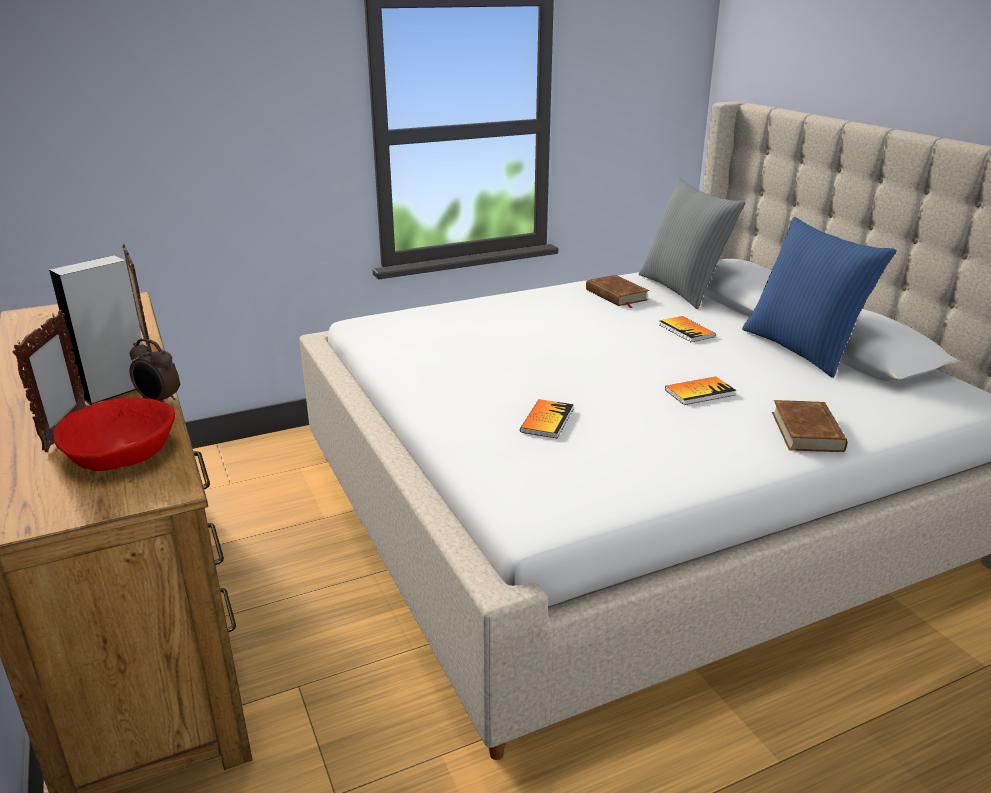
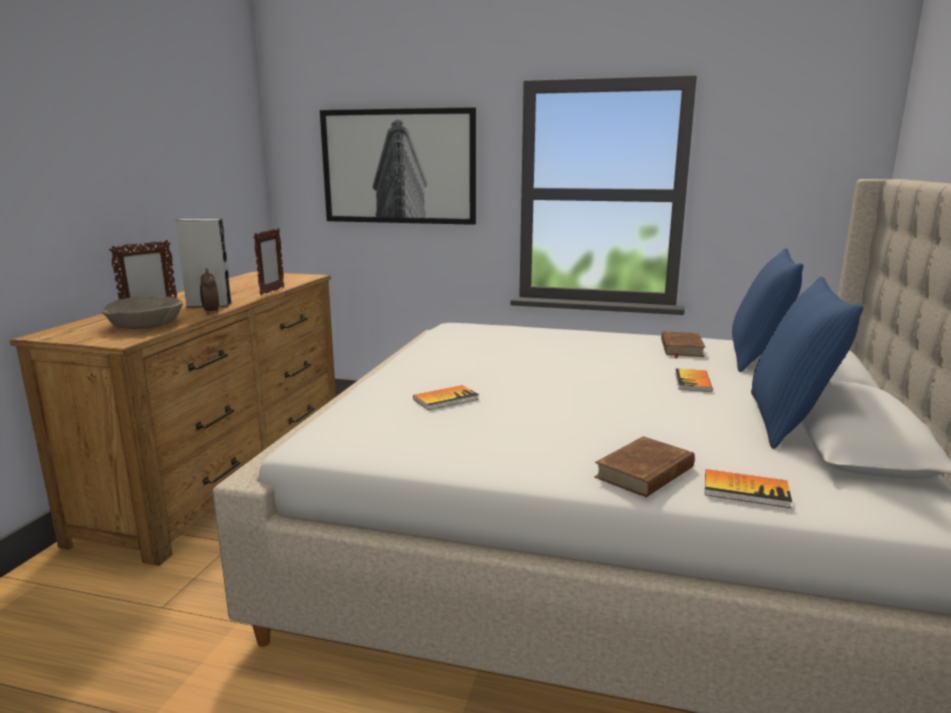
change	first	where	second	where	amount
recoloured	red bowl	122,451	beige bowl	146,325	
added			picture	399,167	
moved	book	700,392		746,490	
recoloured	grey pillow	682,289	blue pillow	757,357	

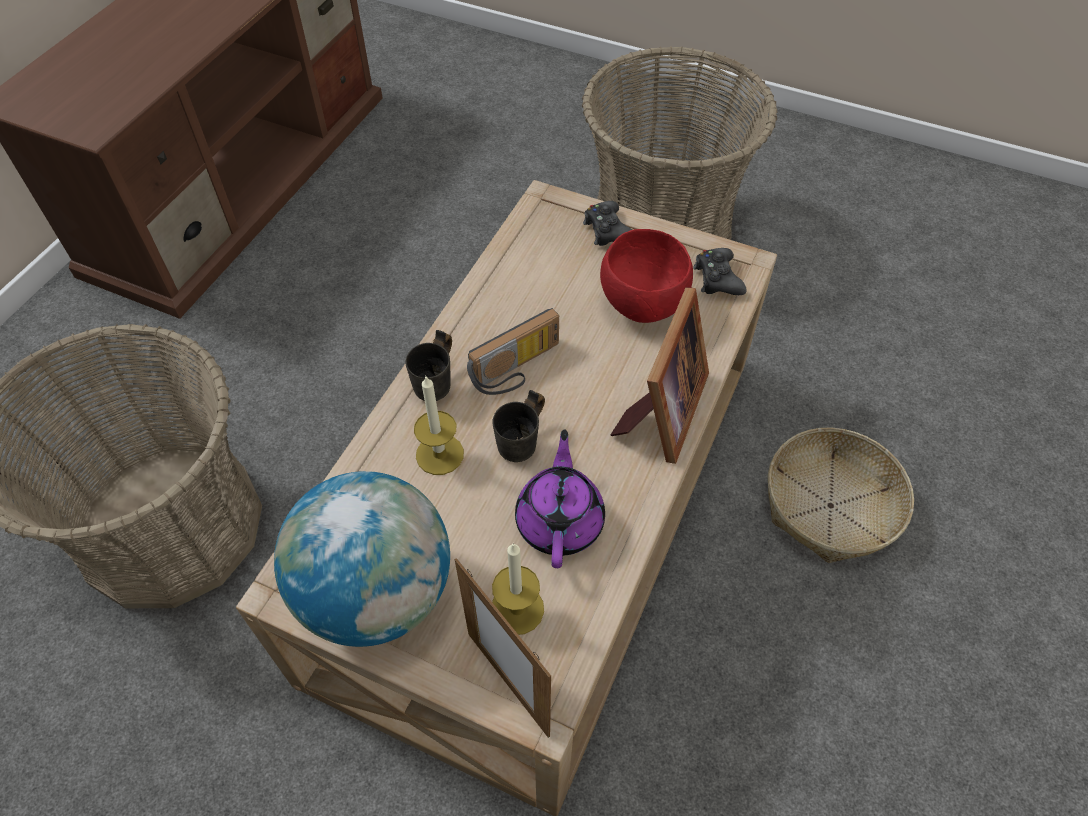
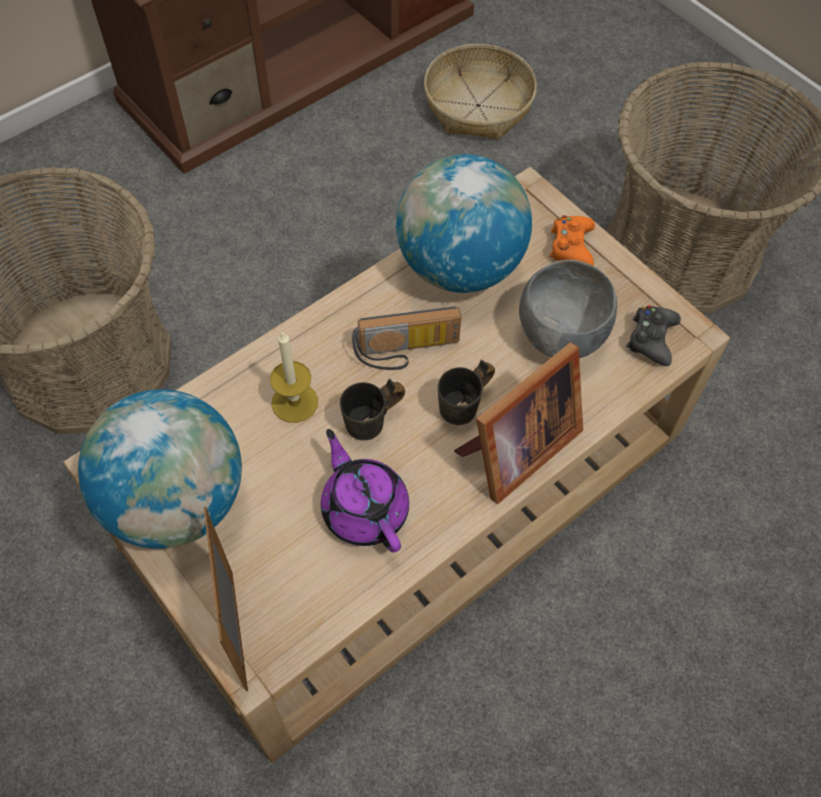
change	first	where	second	where	amount
turned	purple teapot	560,520		364,509	60 degrees counterclockwise
added			globe	459,267	
moved	basket	829,505		477,105	
moved	grey mug	440,383		467,408	
recoloured	red bowl	641,305	grey bowl	560,336	
recoloured	black game controller	607,230	orange game controller	571,246	
removed	candle	517,609			

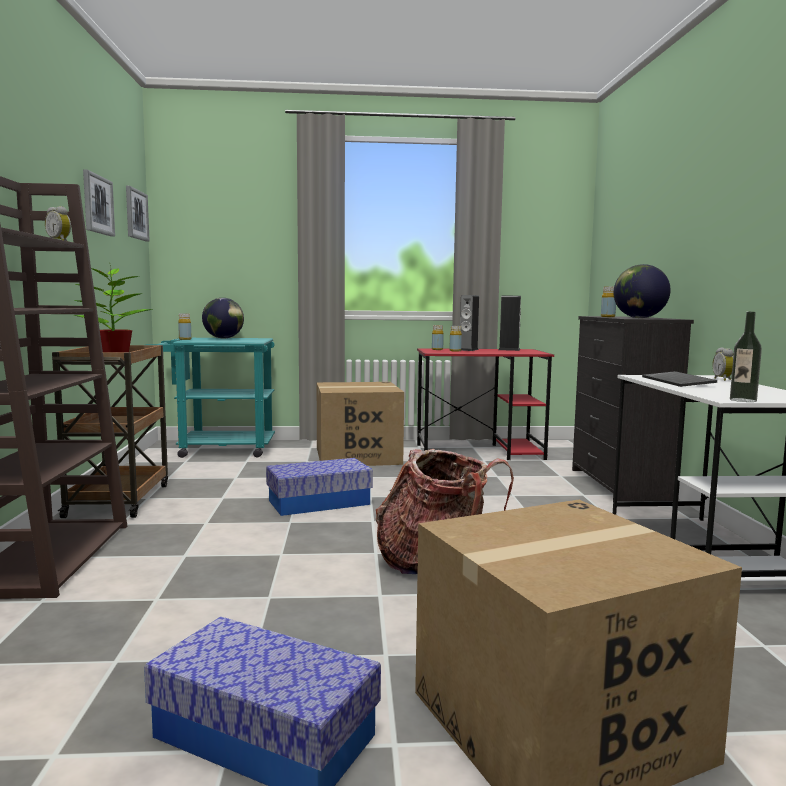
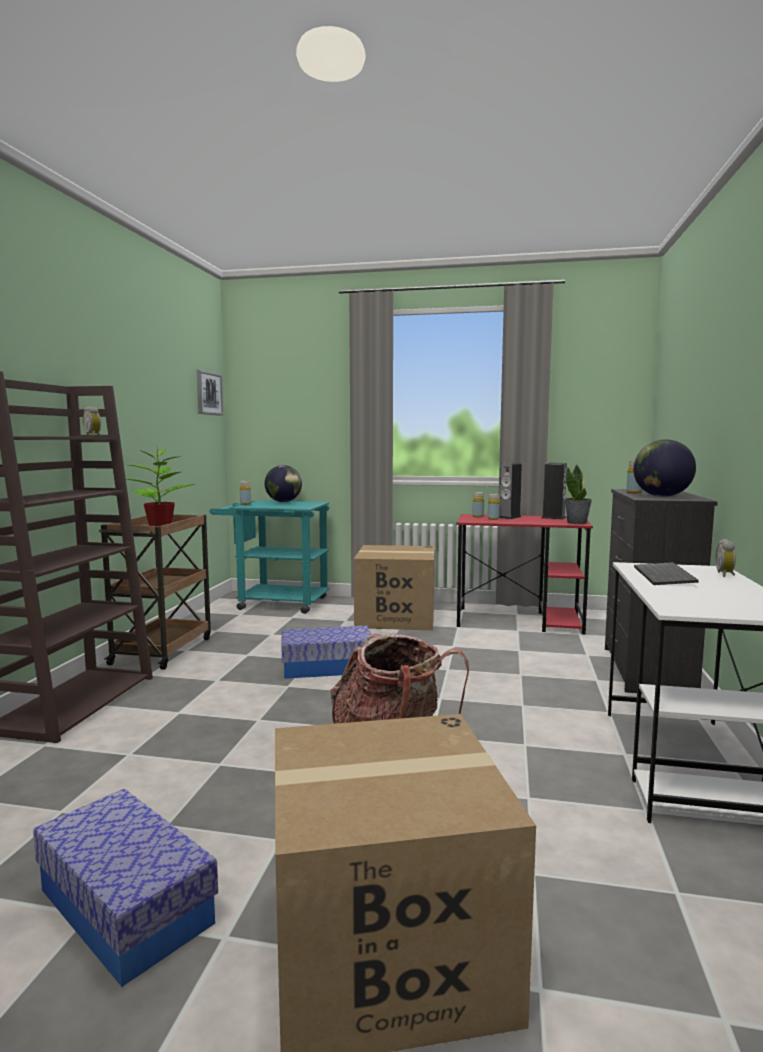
change	first	where	second	where	amount
added			potted plant	577,523	
removed	picture	97,204			
removed	bottle	743,400			

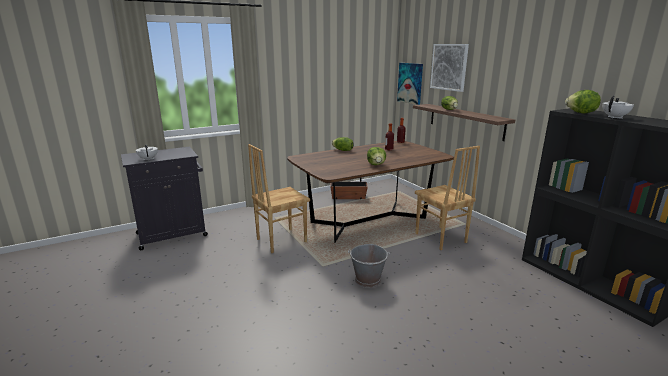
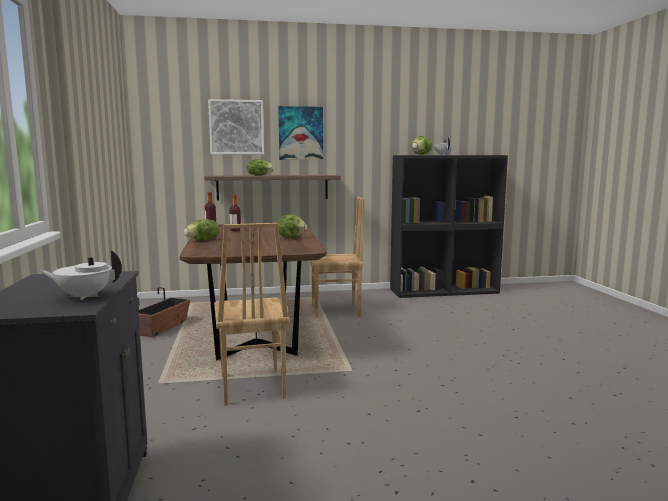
change	first	where	second	where	amount
moved	picture	410,83		300,133	
removed	grey bucket	368,280			

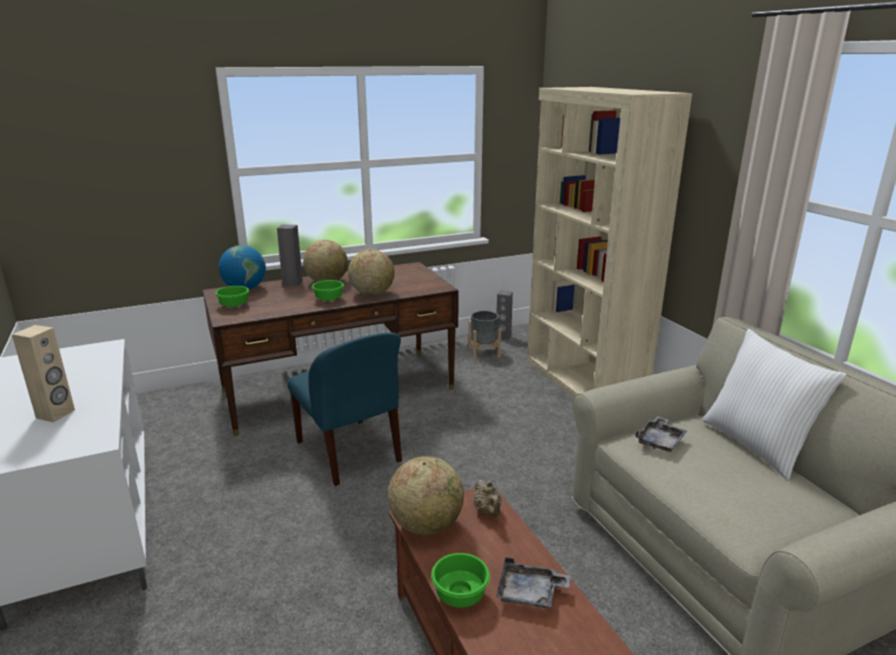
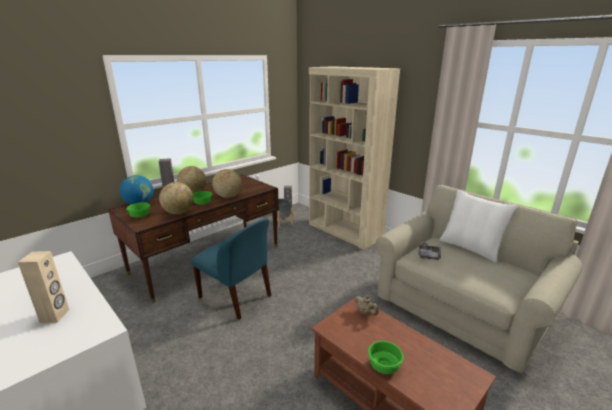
change	first	where	second	where	amount
moved	globe	426,524		178,212	
removed	grey tray	529,593			

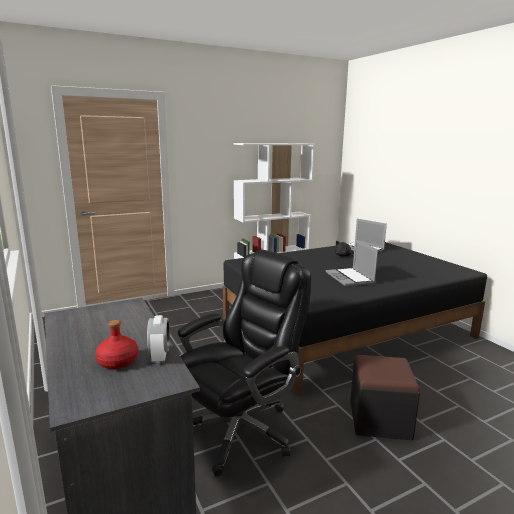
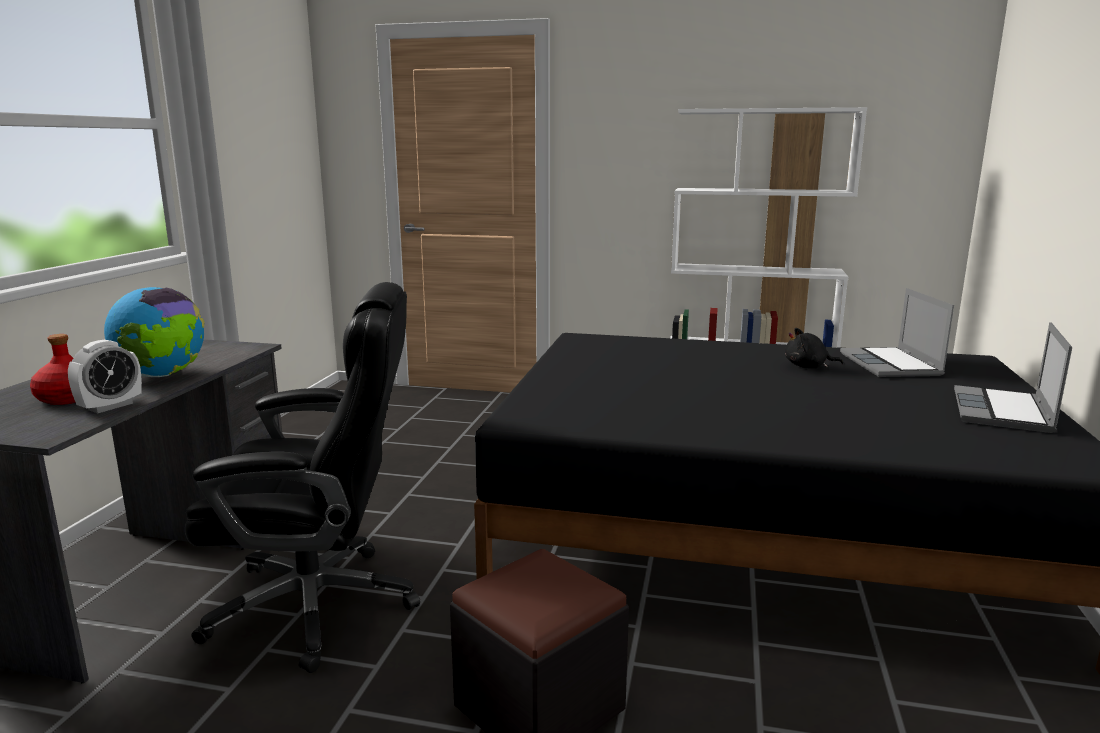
change	first	where	second	where	amount
added			globe	162,375	
moved	laptop	350,278		1003,412	

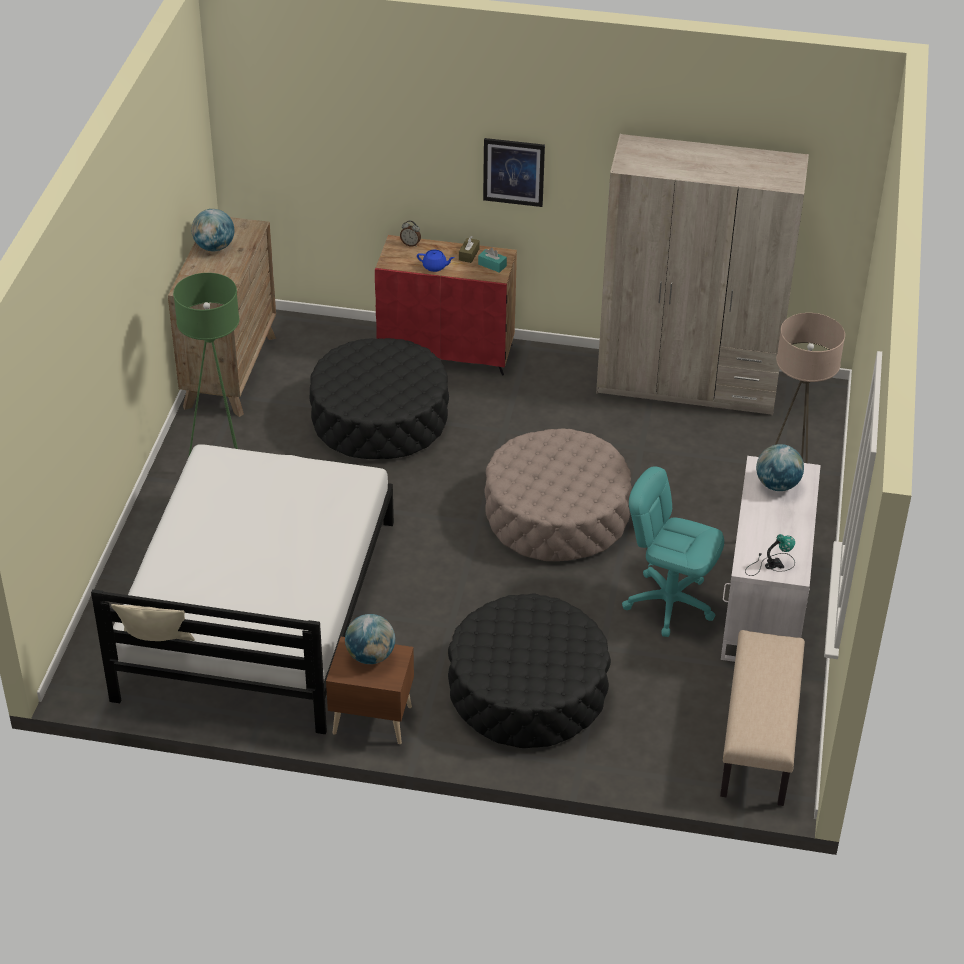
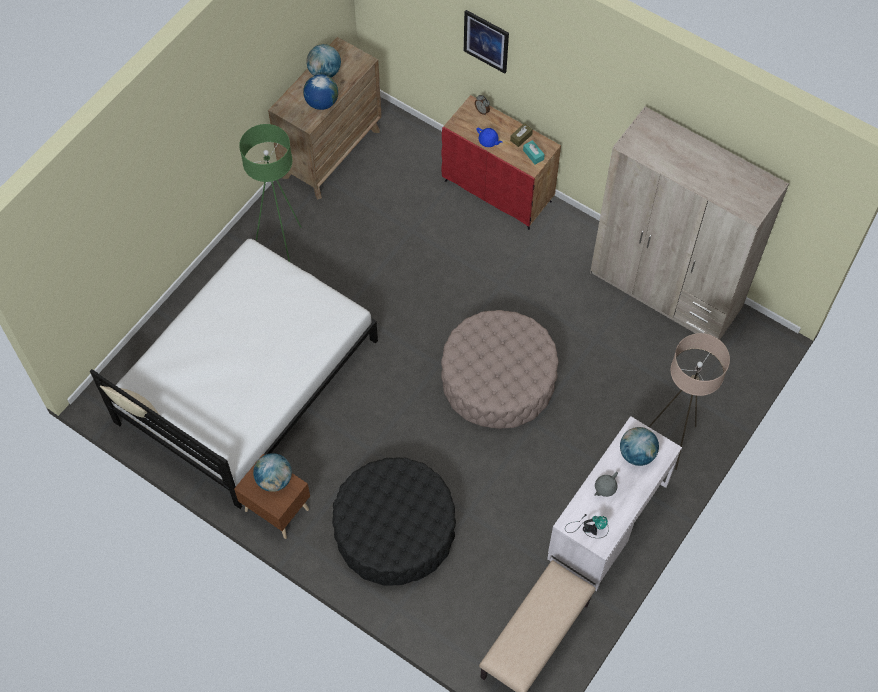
change	first	where	second	where	amount
added			globe	322,102	
moved	picture	513,171		486,41	
added			grey teapot	605,488	
removed	black ottoman	379,419			
removed	turquoise office chair	669,603			

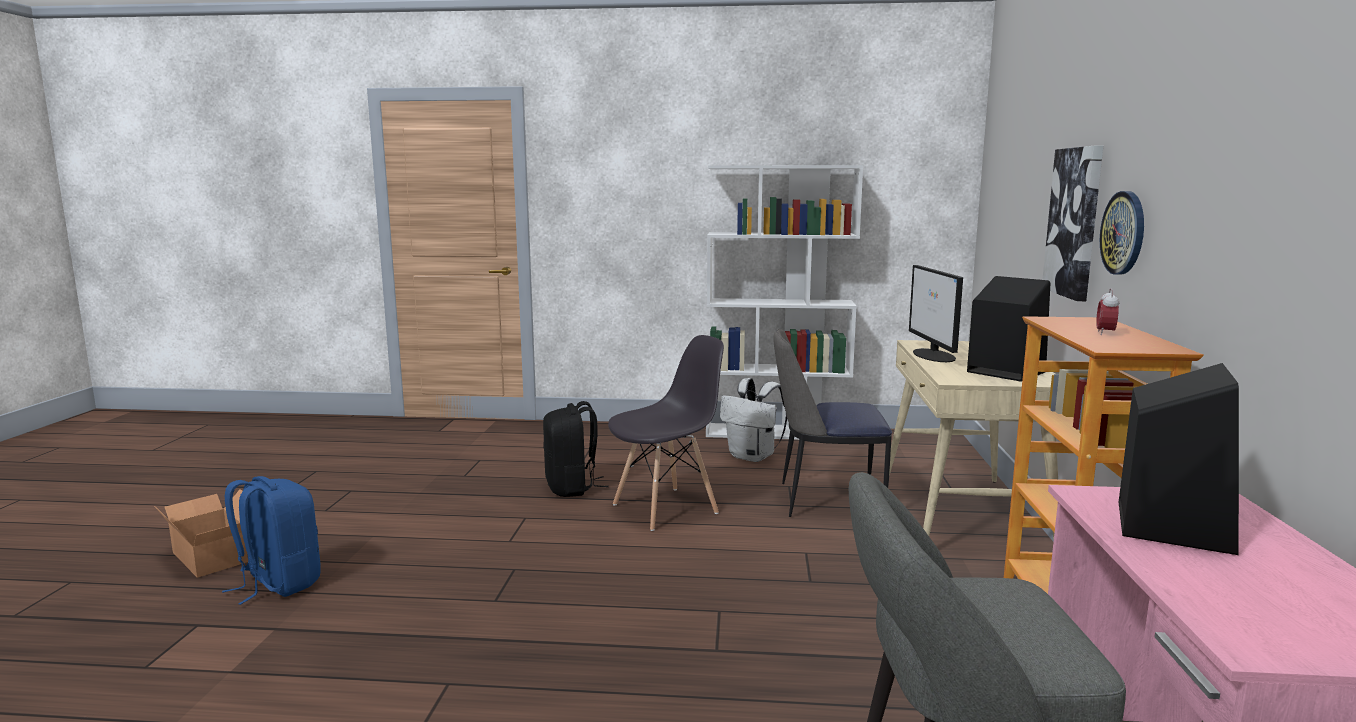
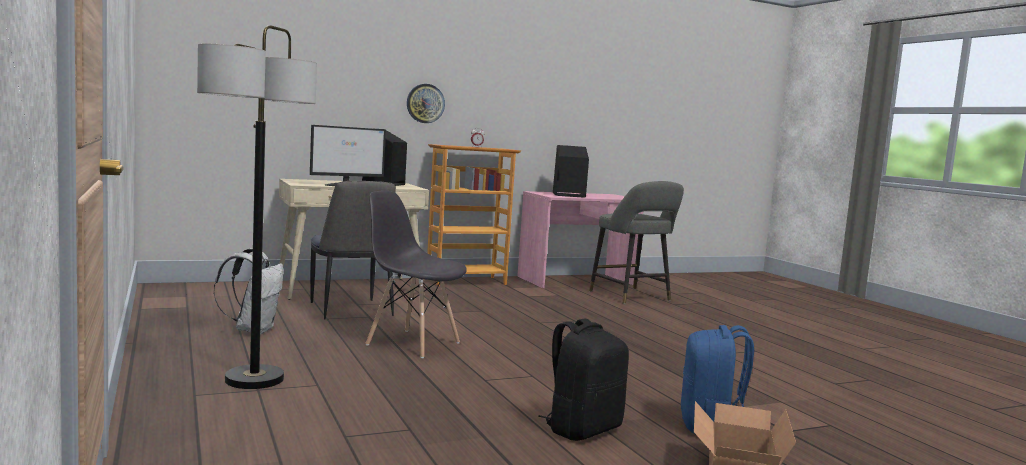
change	first	where	second	where	amount
added			floor lamp	254,379	
moved	black backpack	572,488		582,429	
removed	white bookcase	777,432			
removed	picture	1075,222			

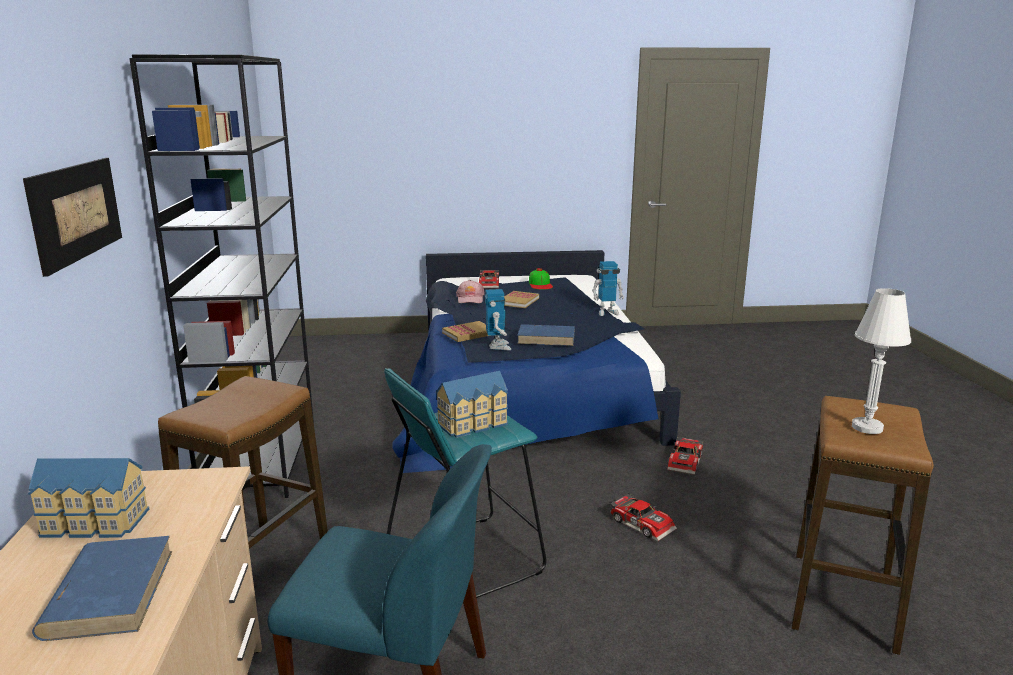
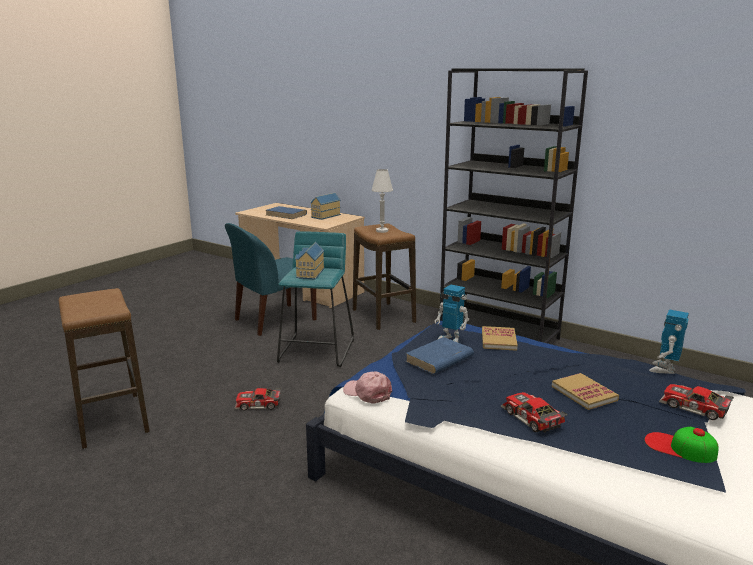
change	first	where	second	where	amount
moved	pink cap	470,299		368,393	
moved	white table lamp	867,427		382,231	
moved	toy car	686,462		530,419	
moved	toy robot	607,312		664,369	
removed	picture	76,211			

